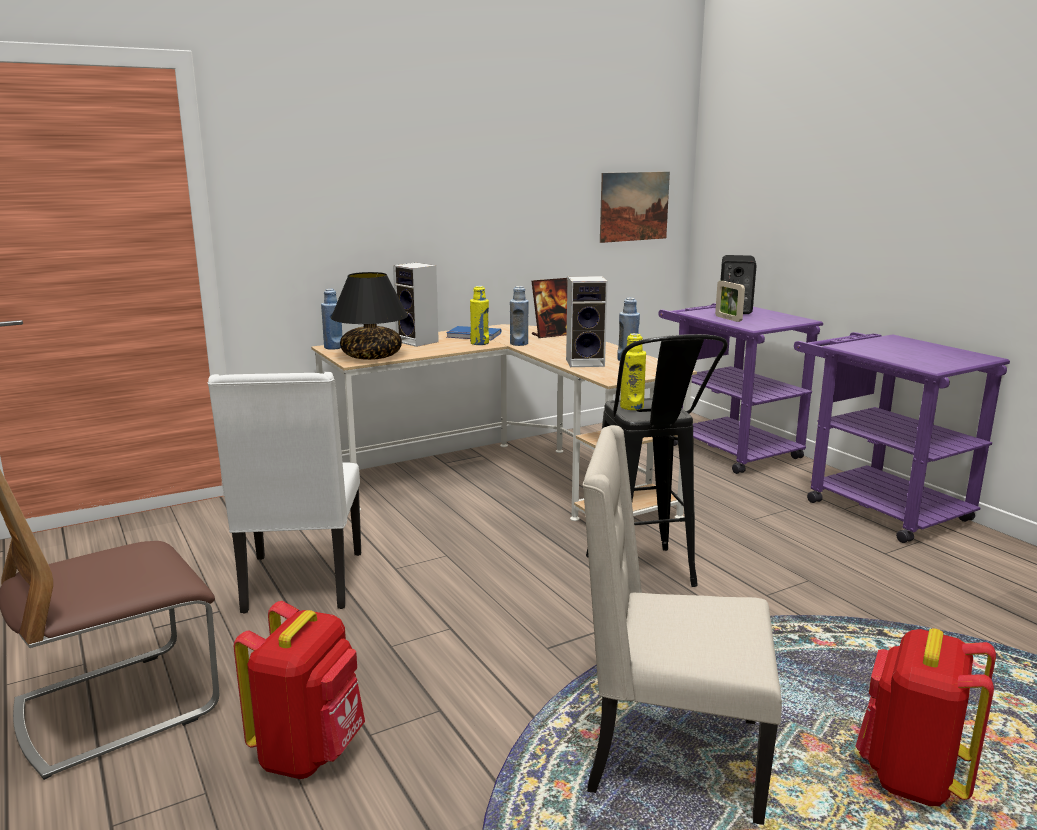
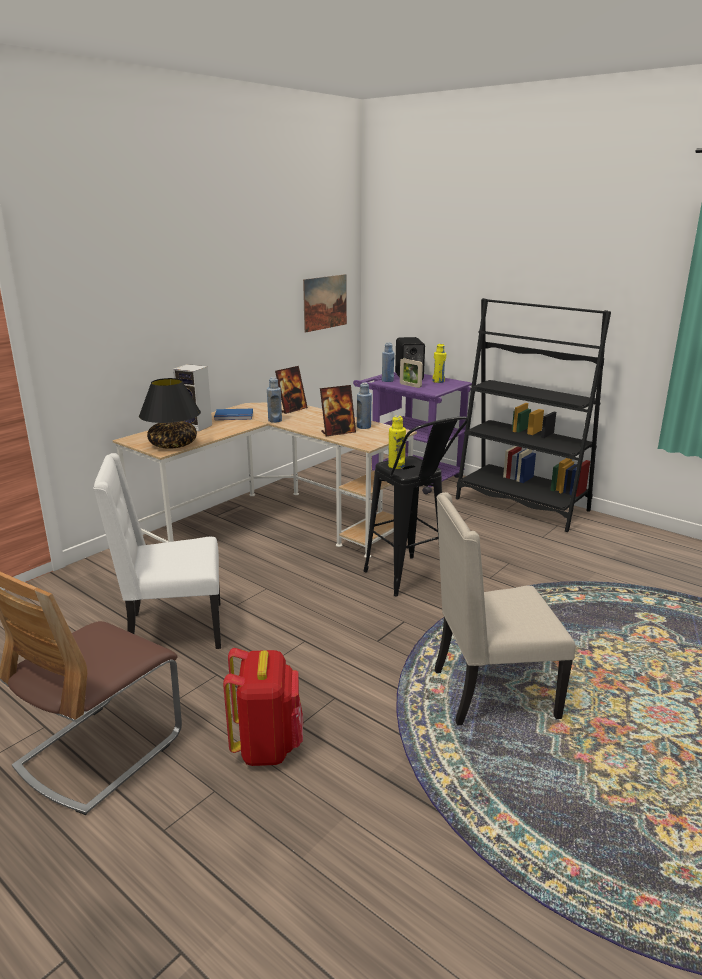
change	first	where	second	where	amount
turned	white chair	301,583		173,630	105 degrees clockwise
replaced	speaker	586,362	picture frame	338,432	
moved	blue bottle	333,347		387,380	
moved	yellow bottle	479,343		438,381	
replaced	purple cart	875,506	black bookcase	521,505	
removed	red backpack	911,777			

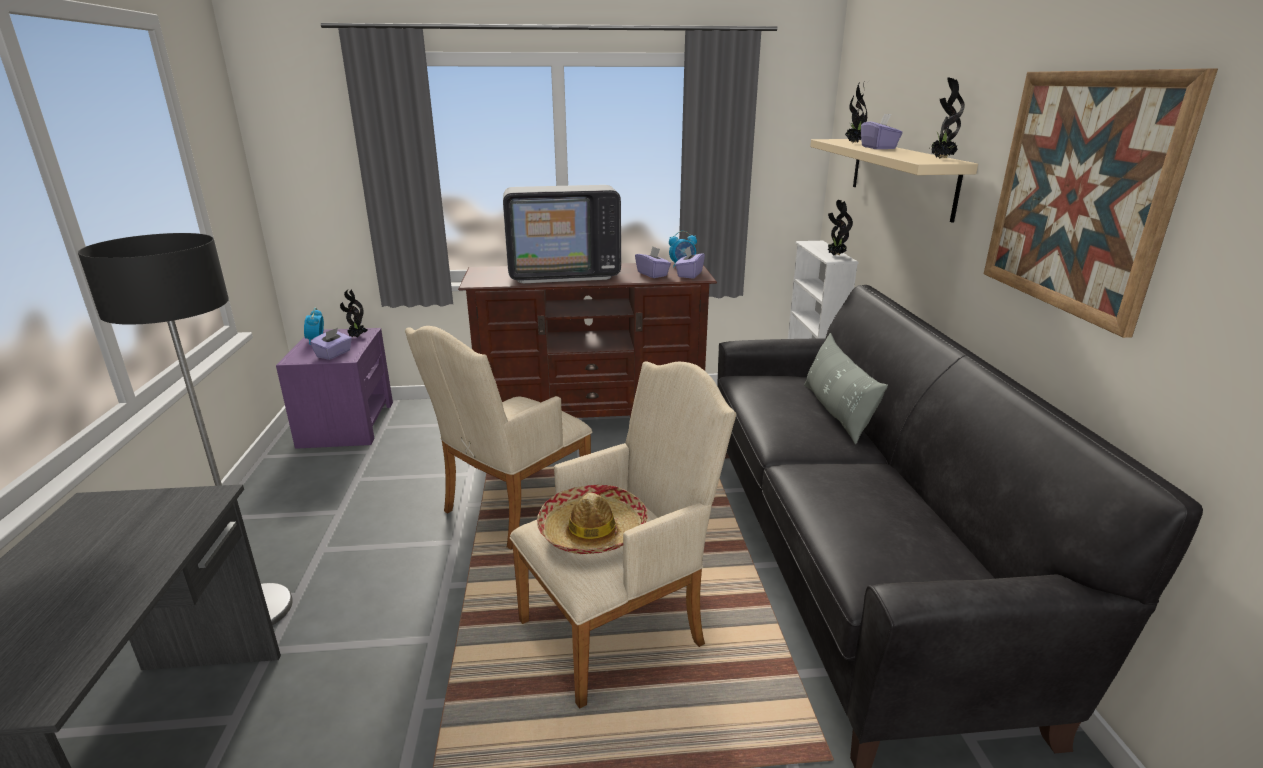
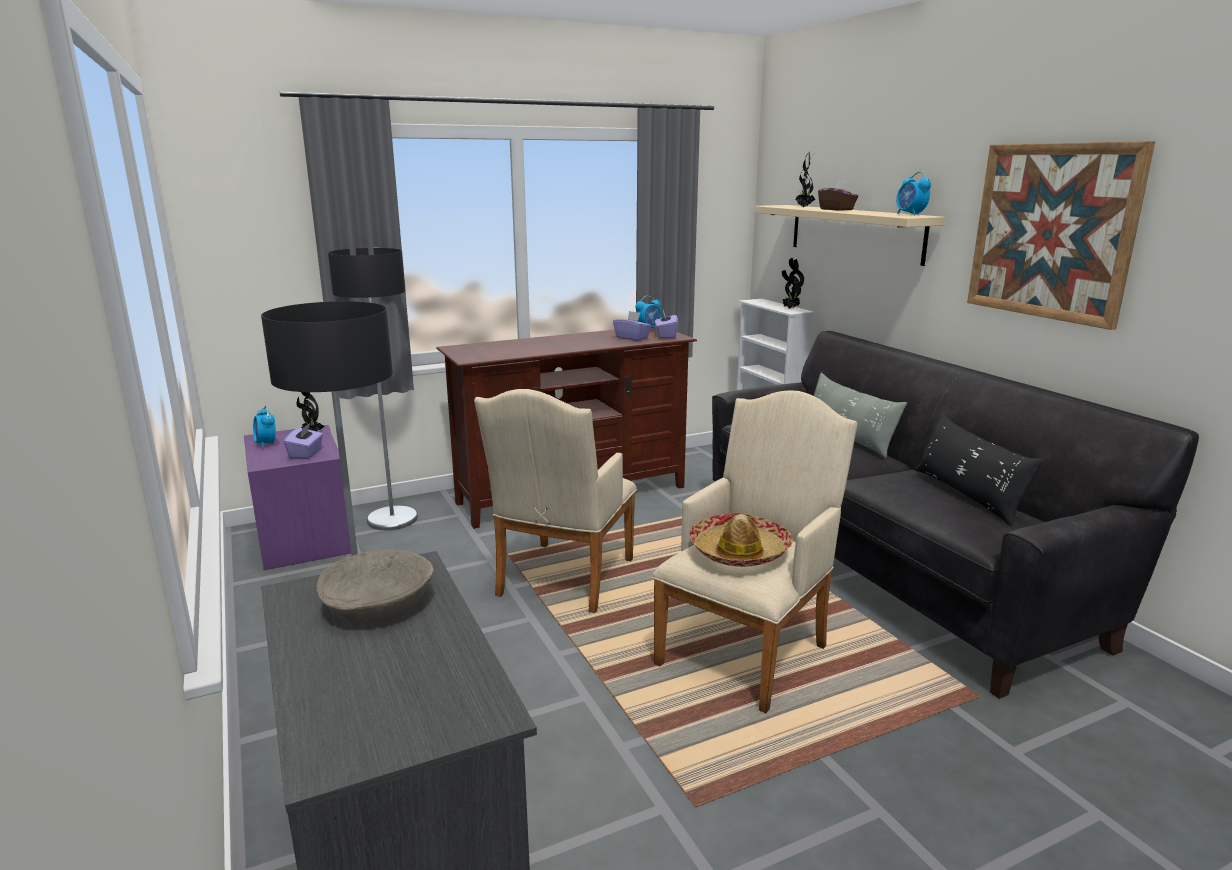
change	first	where	second	where	amount
added			beige bowl	379,604	
added			floor lamp	392,519	
recoloured	purple tissue box	878,148	brown tissue box	836,209	
replaced	potted plant	941,159	alarm clock	910,214	
added			black pillow	967,495	
removed	television	563,273			

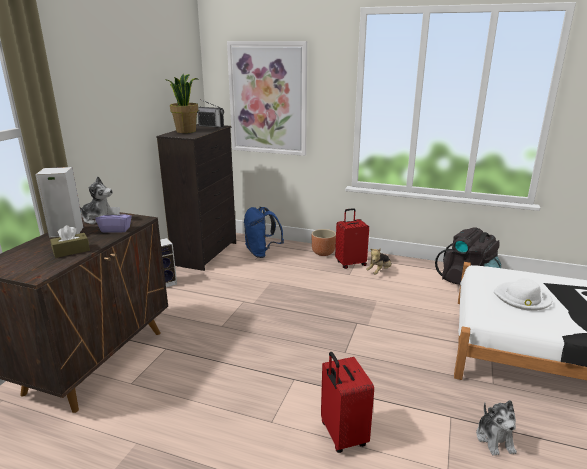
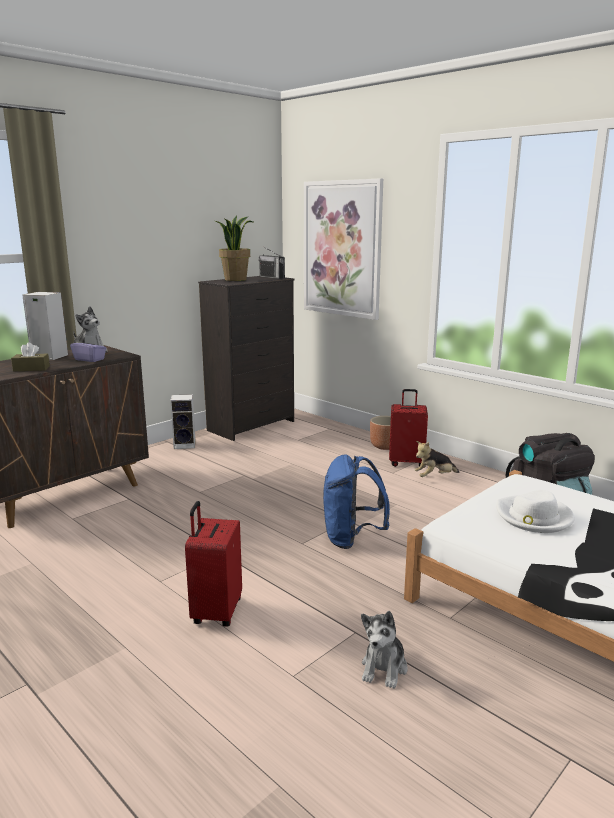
change	first	where	second	where	amount
moved	blue backpack	262,253		351,539	

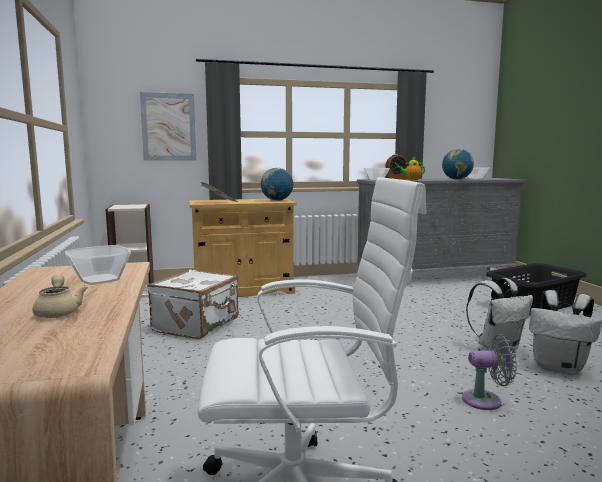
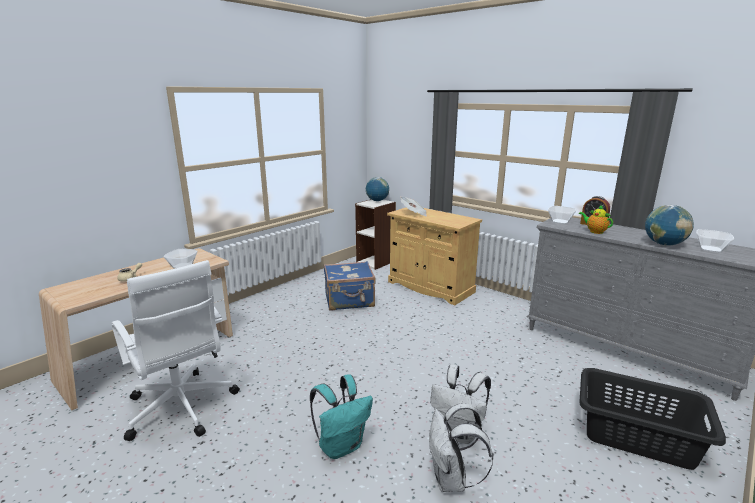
change	first	where	second	where	amount
replaced	grey fan	486,400	turquoise backpack	341,446	
recoloured	white suitcase	197,325	blue suitcase	349,301	
moved	globe	277,200		377,201	
removed	picture	168,127			

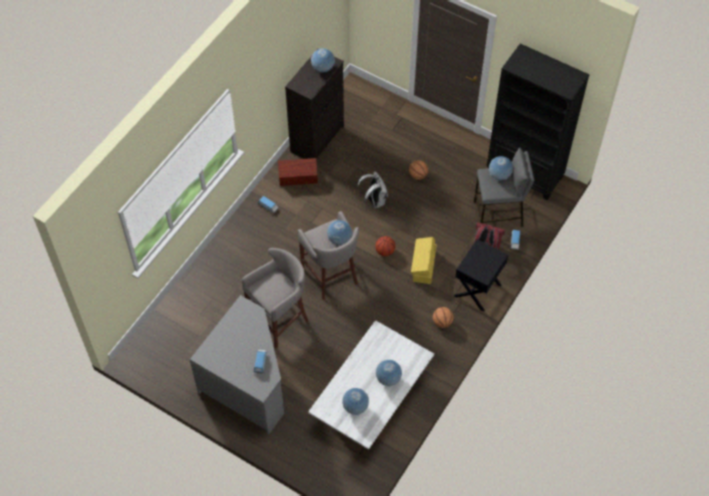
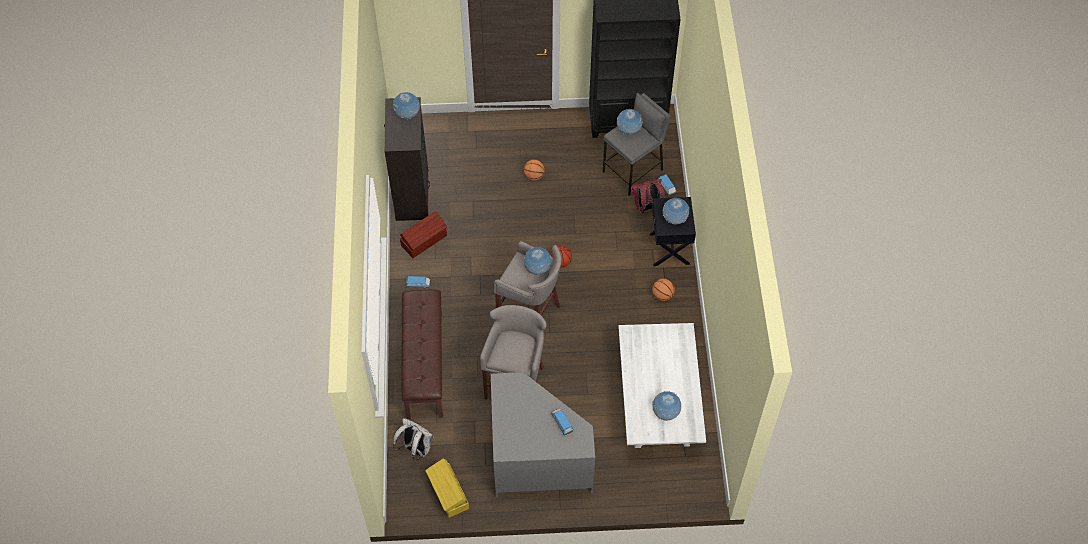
change	first	where	second	where	amount
moved	white backpack	374,201		416,449	
added			brown bench	424,364	
moved	yellow storage box	423,266		448,494	
moved	globe	388,379		674,219	

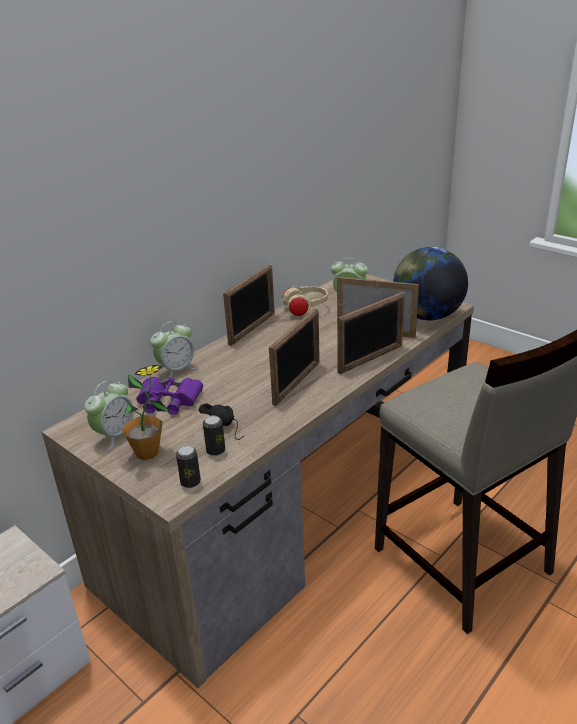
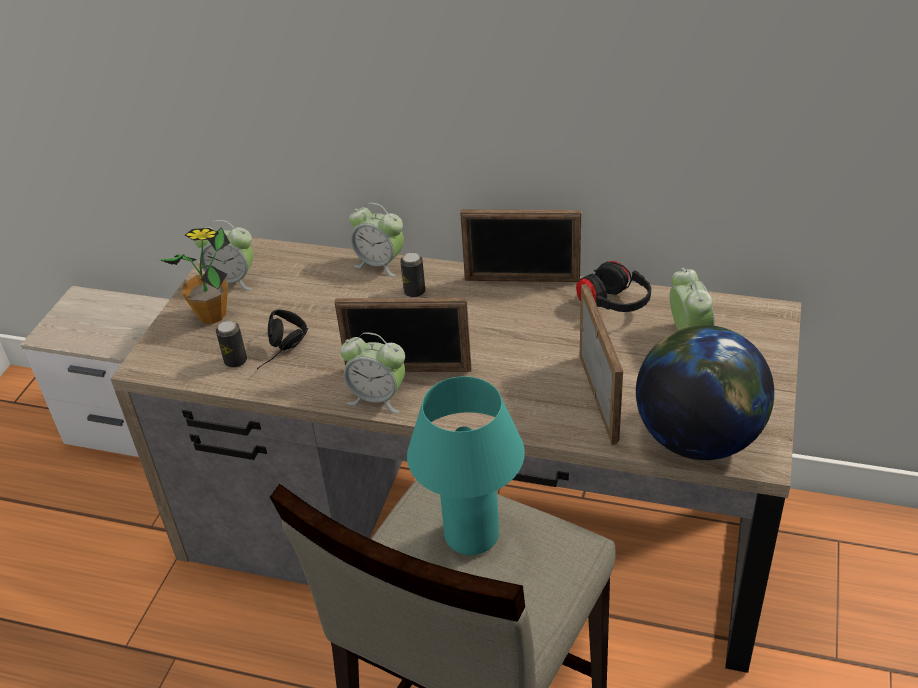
change	first	where	second	where	amount
added			alarm clock	378,398	
moved	can	190,482		414,292	
added			turquoise table lamp	472,535	
recoloured	beige headphones	305,310	black headphones	613,305	
removed	purple binoculars	169,400			
removed	picture frame	371,359			

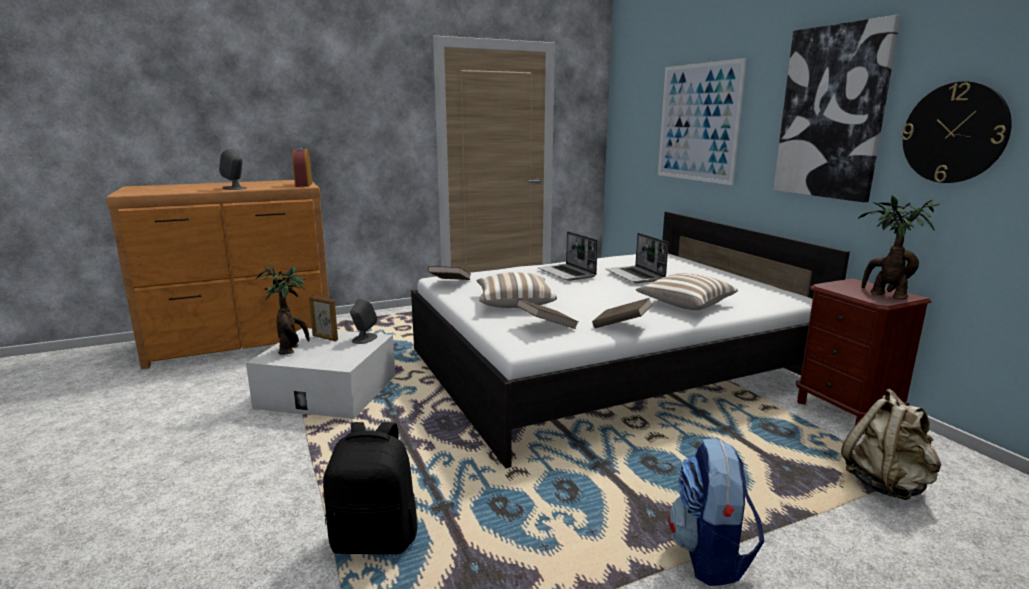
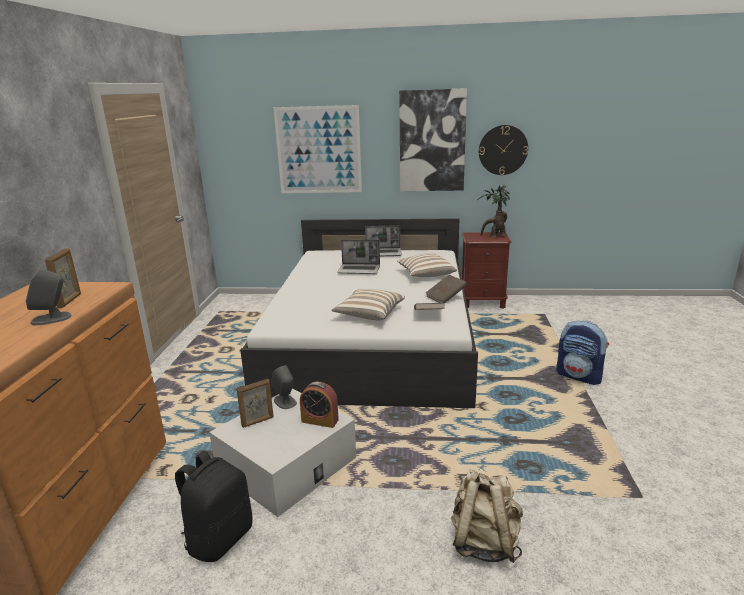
change	first	where	second	where	amount
added			picture frame	70,301	
moved	black backpack	375,539		219,538	
moved	alarm clock	304,185		320,420	
moved	laptop	567,273		383,253	
moved	beige backpack	886,484		484,542	
removed	potted plant	292,349			
removed	brown book	450,283			

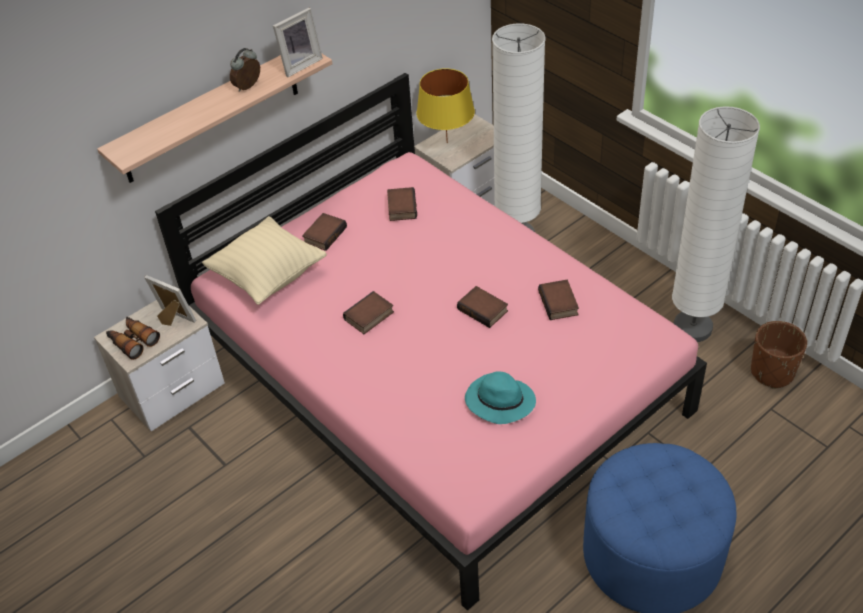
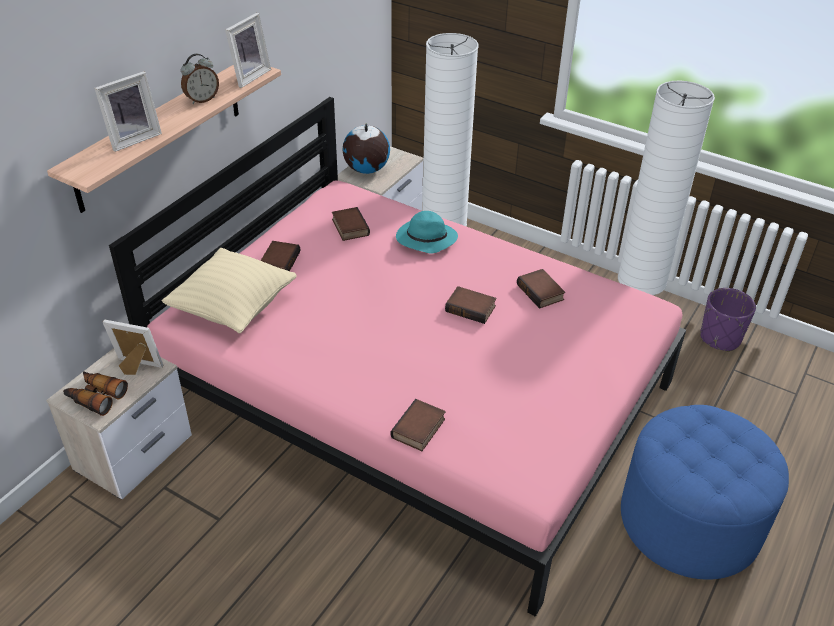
change	first	where	second	where	amount
added			picture frame	132,138	
turned	alarm clock	249,87		202,100	150 degrees counterclockwise
replaced	yellow table lamp	447,142	globe	366,170	
moved	book	369,317		419,429	
moved	turquoise hat	499,401		425,239	
recoloured	brown planter	772,372	purple planter	720,338	

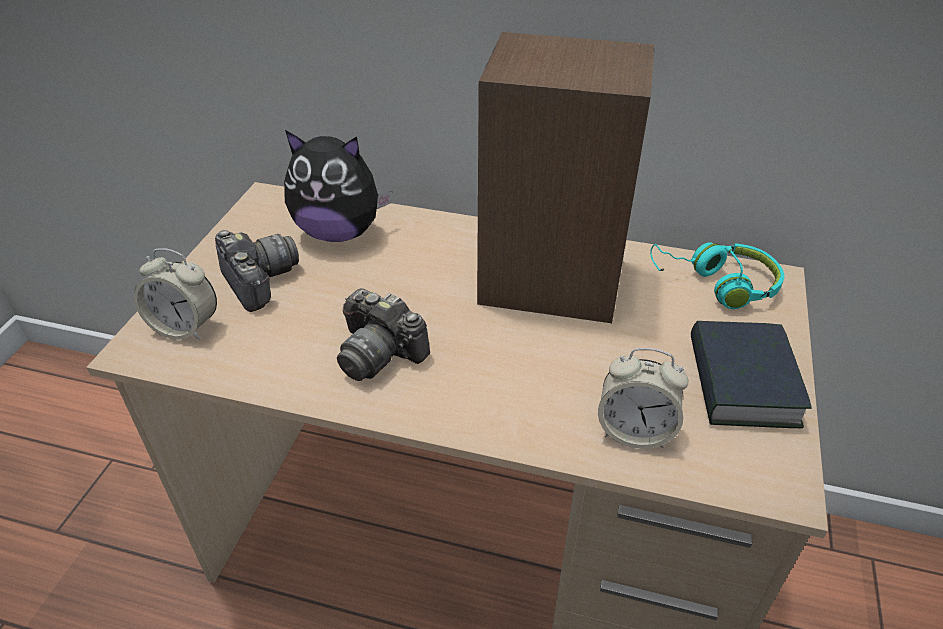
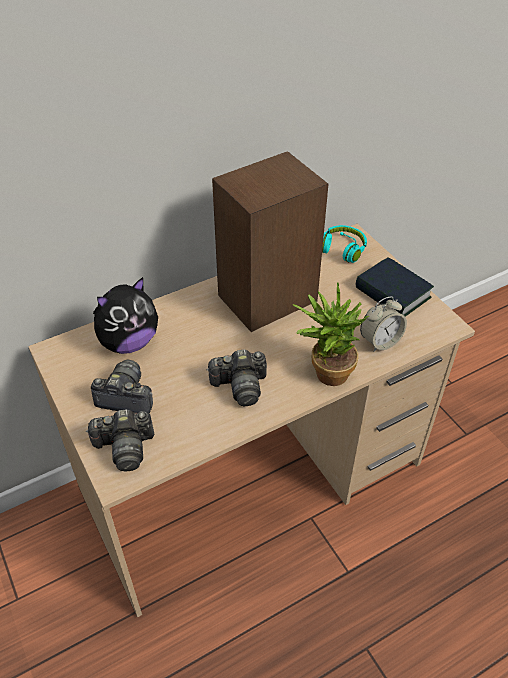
change	first	where	second	where	amount
replaced	alarm clock	185,327	photo camera	125,447	
added			potted plant	325,371	

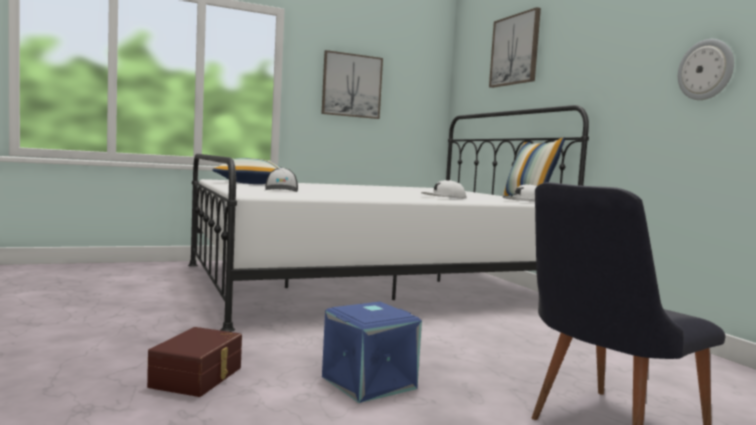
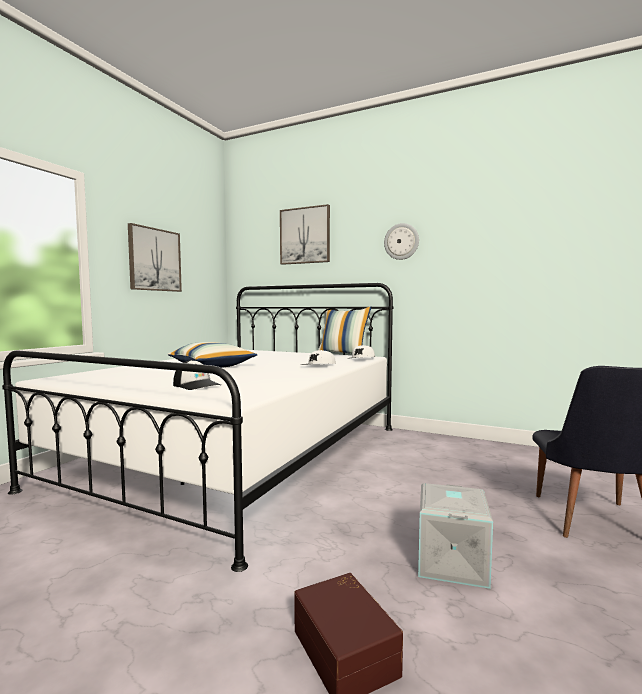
change	first	where	second	where	amount
moved	pillow	252,183		212,366	
moved	wall clock	706,70		401,241	
recoloured	blue storage box	368,382	grey storage box	450,561	

